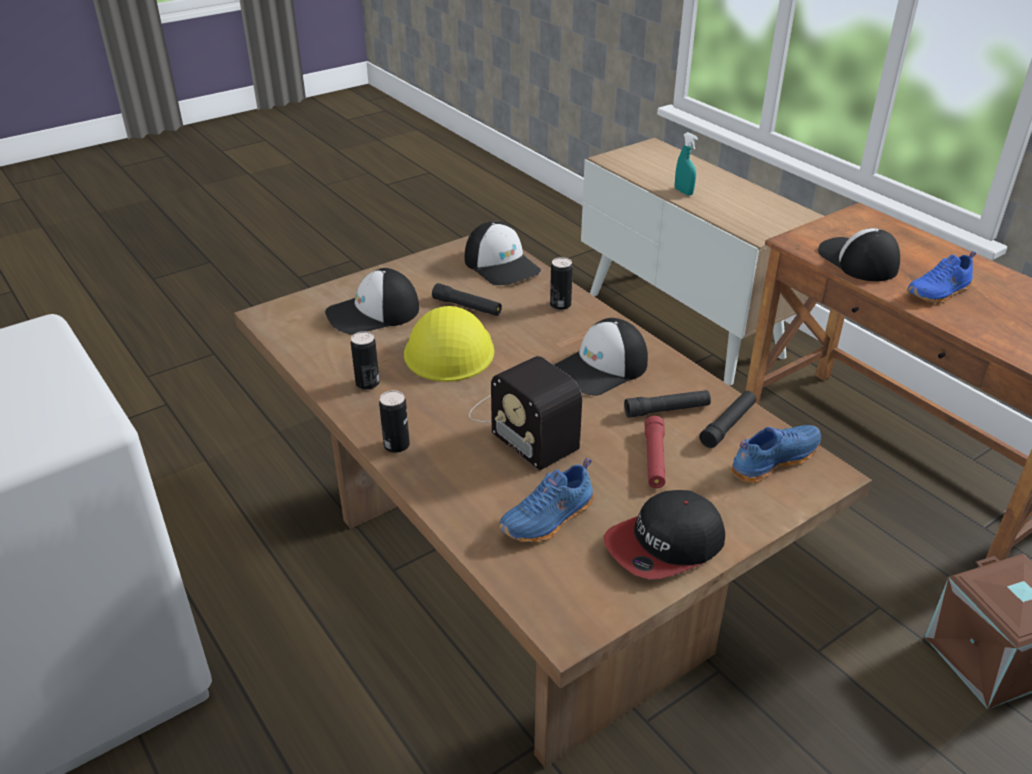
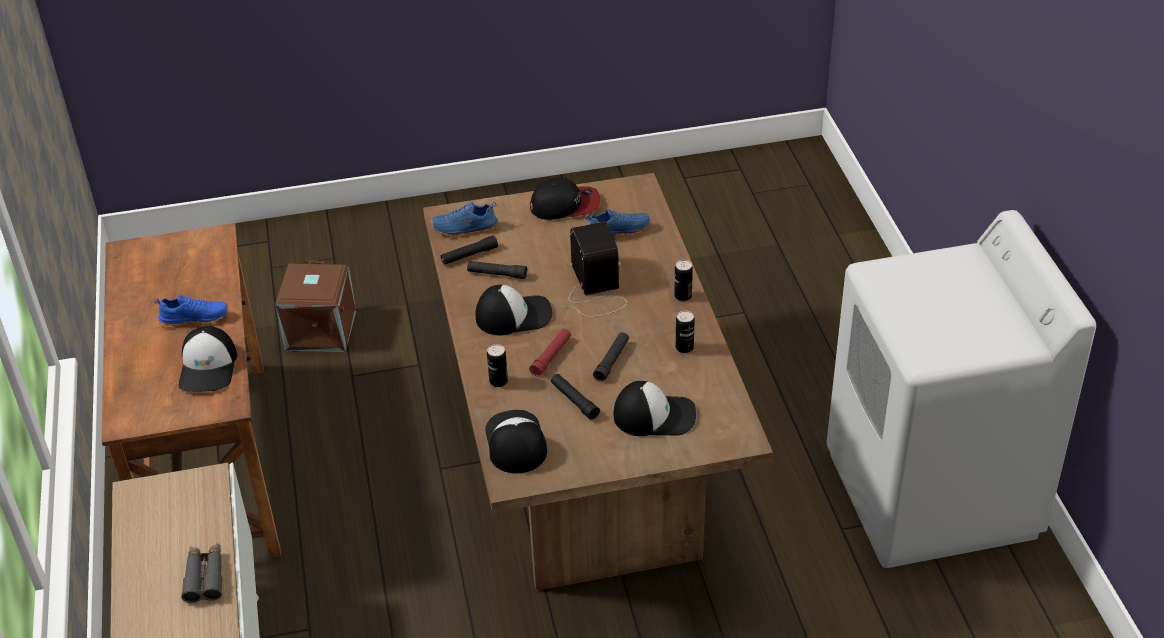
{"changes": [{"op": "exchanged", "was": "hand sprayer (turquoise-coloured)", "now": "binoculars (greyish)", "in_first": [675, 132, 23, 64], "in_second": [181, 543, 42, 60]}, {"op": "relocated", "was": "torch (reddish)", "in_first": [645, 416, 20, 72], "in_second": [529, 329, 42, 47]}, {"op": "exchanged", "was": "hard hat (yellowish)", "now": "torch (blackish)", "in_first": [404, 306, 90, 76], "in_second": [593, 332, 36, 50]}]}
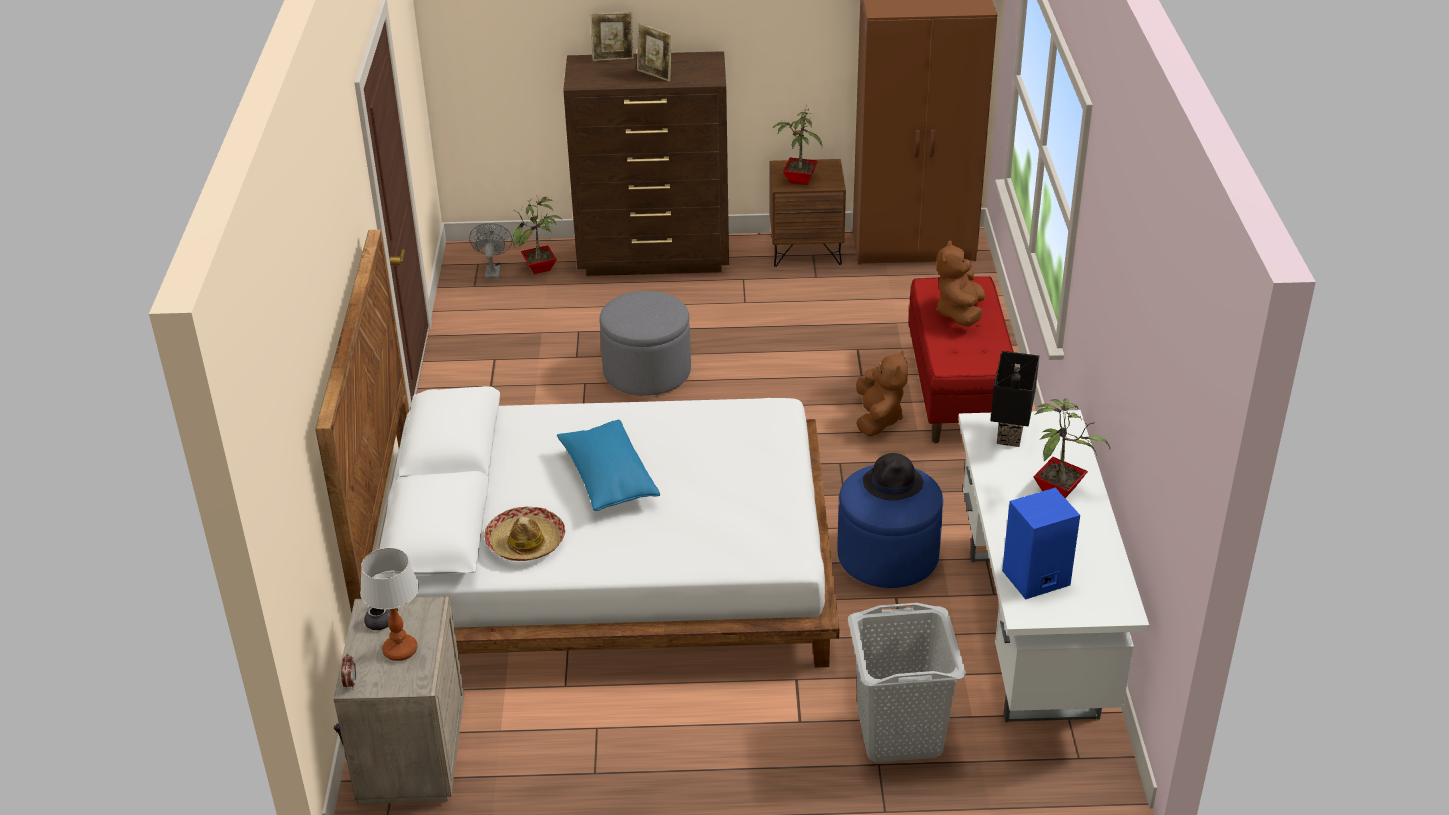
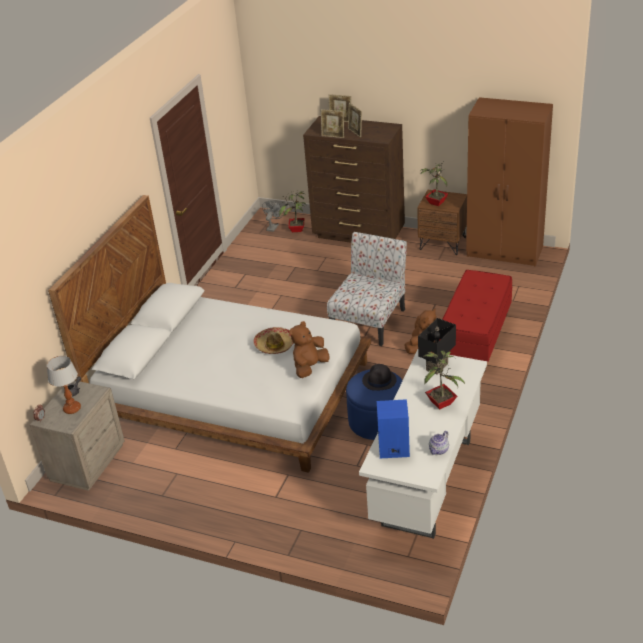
{"changes": [{"op": "relocated", "was": "hat", "in_first": [484, 507, 81, 54], "in_second": [253, 327, 41, 27]}, {"op": "relocated", "was": "soft toy (brown-coloured)", "in_first": [936, 240, 49, 87], "in_second": [289, 321, 40, 57]}, {"op": "appeared", "now": "photo frame", "in_second": [321, 109, 23, 29]}, {"op": "appeared", "now": "plain chair", "in_second": [327, 232, 80, 114]}, {"op": "appeared", "now": "teapot", "in_second": [429, 431, 20, 24]}, {"op": "missing", "was": "throw pillow (blue)", "in_first": [557, 420, 103, 91]}, {"op": "missing", "was": "pouffe (greyish)", "in_first": [599, 291, 92, 105]}, {"op": "missing", "was": "laundry basket (greyish)", "in_first": [848, 603, 118, 160]}]}
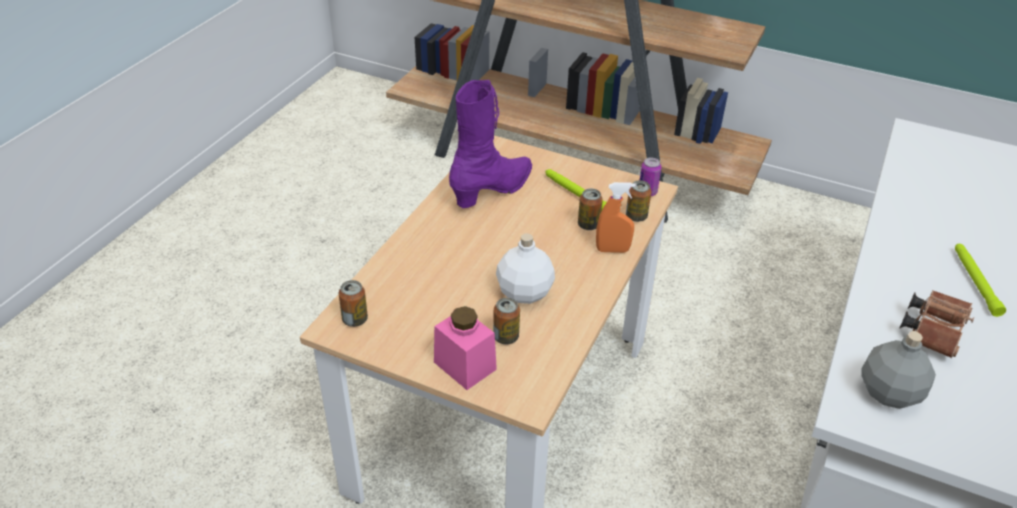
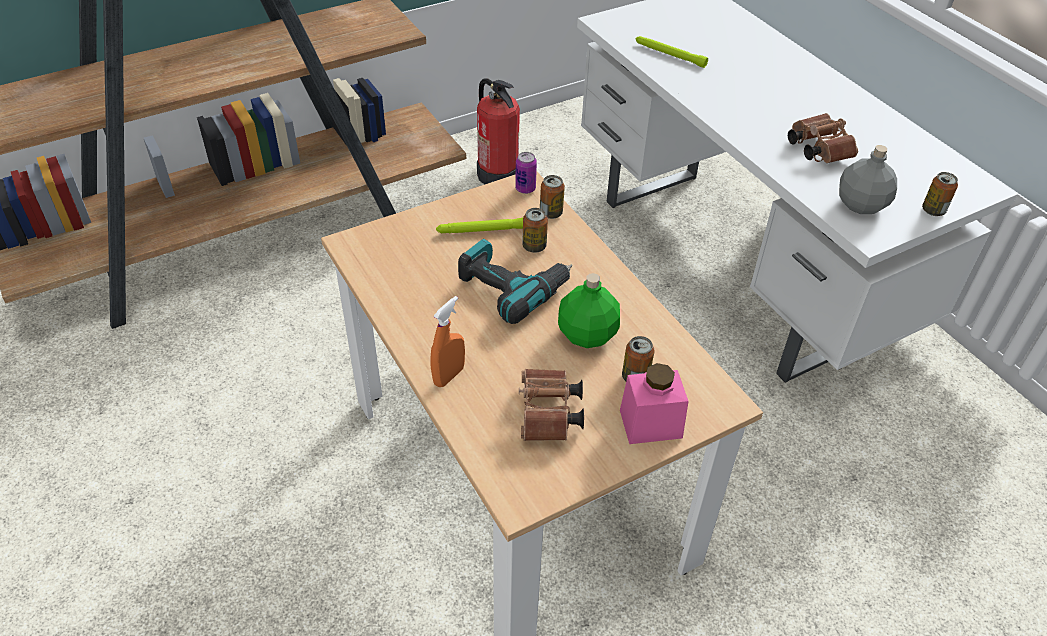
{"changes": [{"op": "relocated", "was": "hand sprayer (orange)", "in_first": [596, 182, 40, 71], "in_second": [430, 296, 35, 91]}, {"op": "appeared", "now": "electric drill", "in_second": [458, 239, 114, 85]}, {"op": "appeared", "now": "fire extinguisher", "in_second": [477, 79, 43, 105]}, {"op": "appeared", "now": "binoculars (brown-coloured)", "in_second": [519, 369, 65, 72]}, {"op": "colour", "was": "beverage bottle (white)", "now": "beverage bottle (green-coloured)", "in_first": [496, 233, 59, 71], "in_second": [558, 273, 62, 75]}, {"op": "relocated", "was": "torch (green-coloured)", "in_first": [955, 244, 51, 73], "in_second": [635, 36, 73, 32]}, {"op": "relocated", "was": "sealed can", "in_first": [339, 280, 29, 47], "in_second": [922, 172, 36, 44]}, {"op": "missing", "was": "boot (purple-coloured)", "in_first": [449, 80, 83, 128]}]}
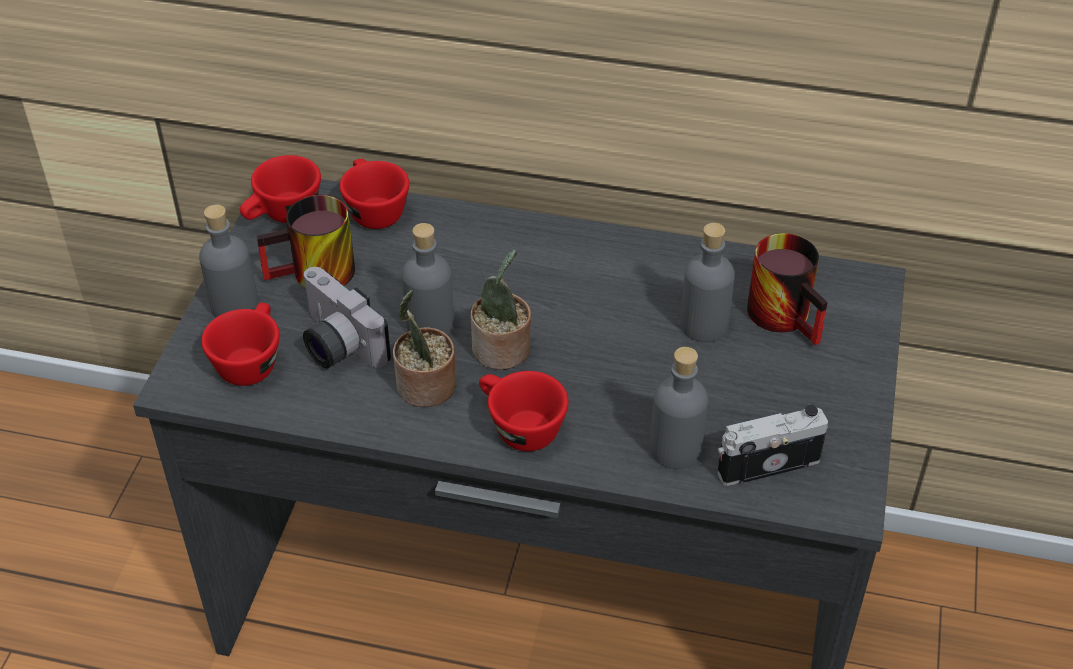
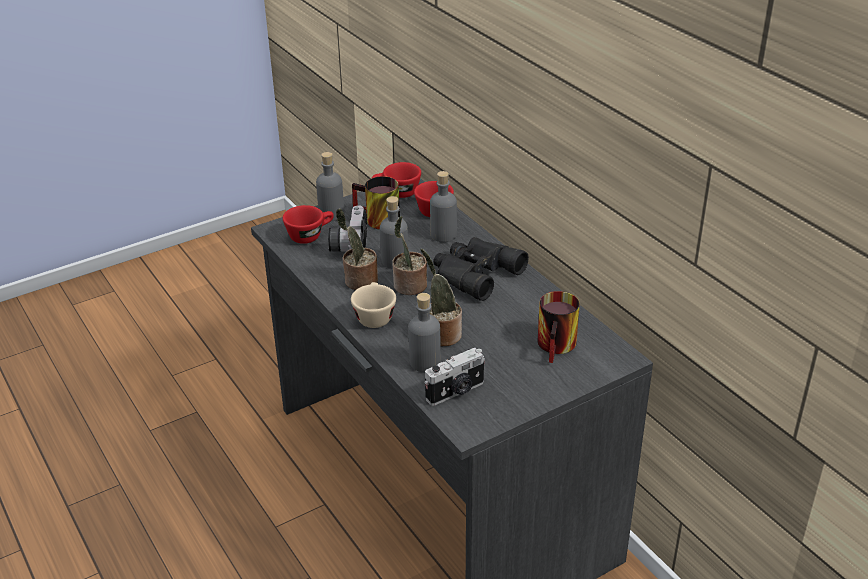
{"changes": [{"op": "colour", "was": "small cup (reddish)", "now": "small cup (beige)", "in_first": [479, 371, 89, 80], "in_second": [351, 282, 45, 46]}, {"op": "appeared", "now": "plant in a pot", "in_second": [421, 249, 41, 97]}, {"op": "spun", "was": "still camera", "in_first": [717, 404, 111, 82], "in_second": [424, 348, 61, 58], "clockwise": 120}, {"op": "relocated", "was": "beverage bottle (greyish)", "in_first": [681, 223, 54, 119], "in_second": [430, 171, 27, 71]}, {"op": "appeared", "now": "binoculars (blackish)", "in_second": [433, 237, 96, 64]}]}
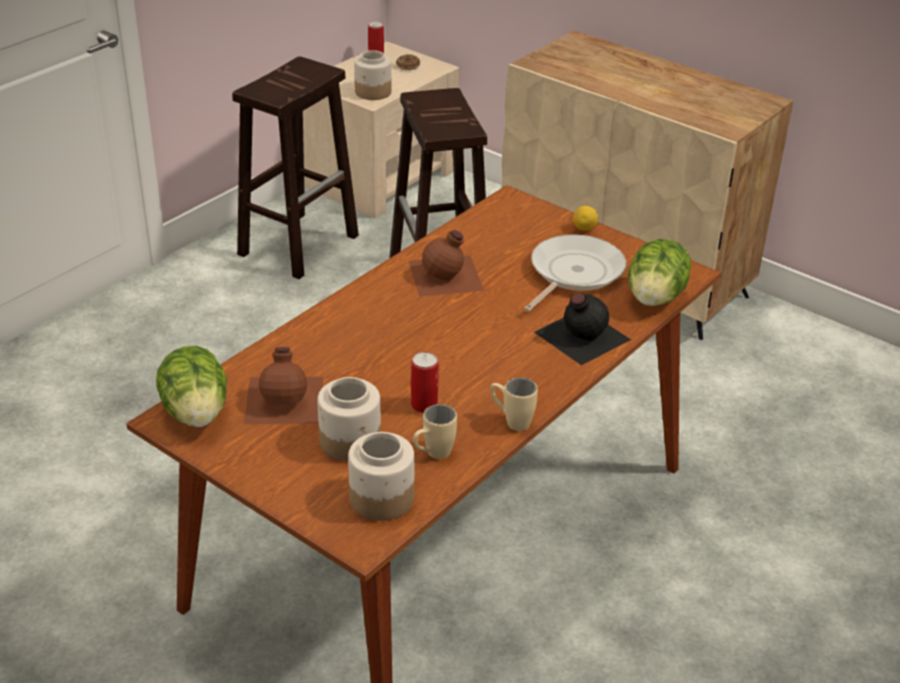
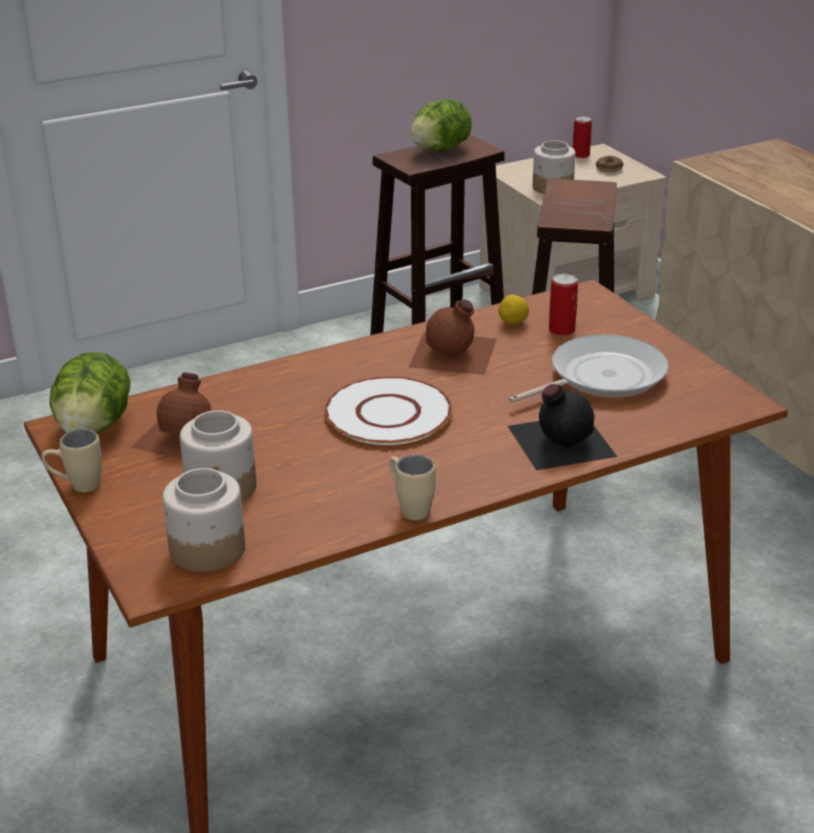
{"changes": [{"op": "relocated", "was": "mug (beige)", "in_first": [413, 404, 44, 55], "in_second": [41, 429, 61, 63]}, {"op": "appeared", "now": "plate (white)", "in_second": [324, 376, 128, 69]}, {"op": "relocated", "was": "lettuce", "in_first": [628, 239, 63, 67], "in_second": [410, 99, 62, 52]}, {"op": "relocated", "was": "citrus fruit", "in_first": [573, 206, 25, 25], "in_second": [499, 295, 30, 29]}, {"op": "relocated", "was": "sealed can", "in_first": [411, 352, 27, 61], "in_second": [549, 274, 29, 62]}]}
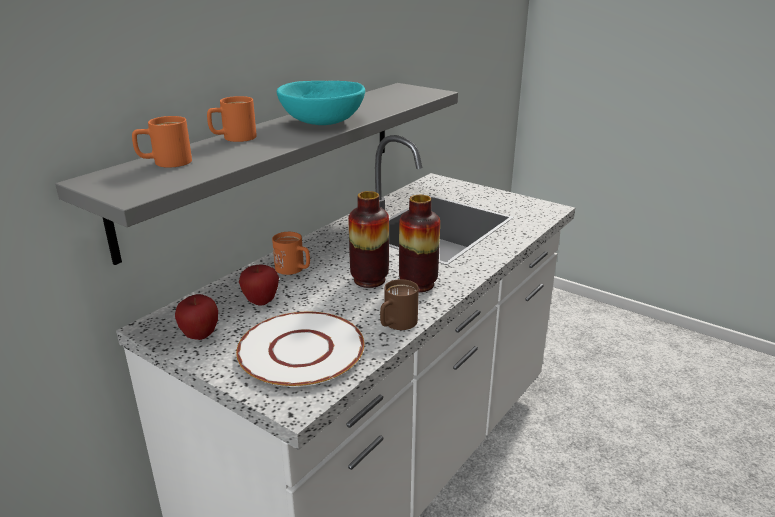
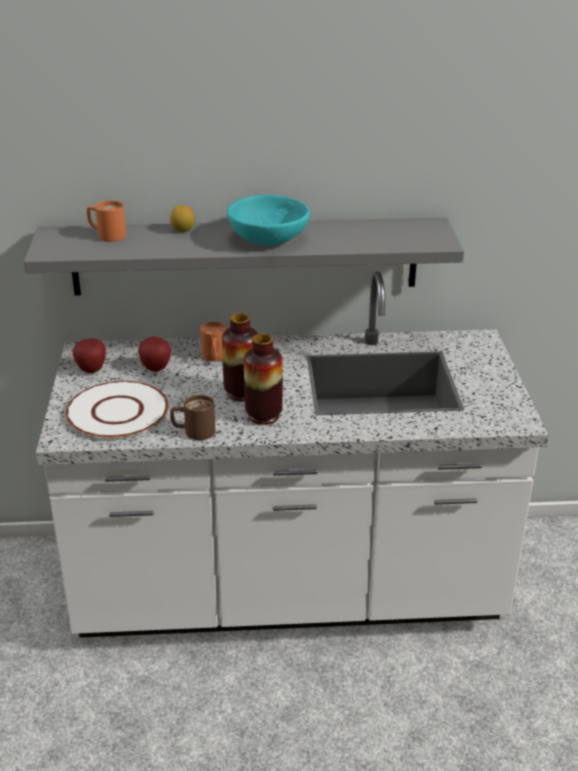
{"changes": [{"op": "exchanged", "was": "mug (orange)", "now": "citrus fruit", "in_first": [207, 96, 50, 46], "in_second": [170, 205, 25, 27]}]}
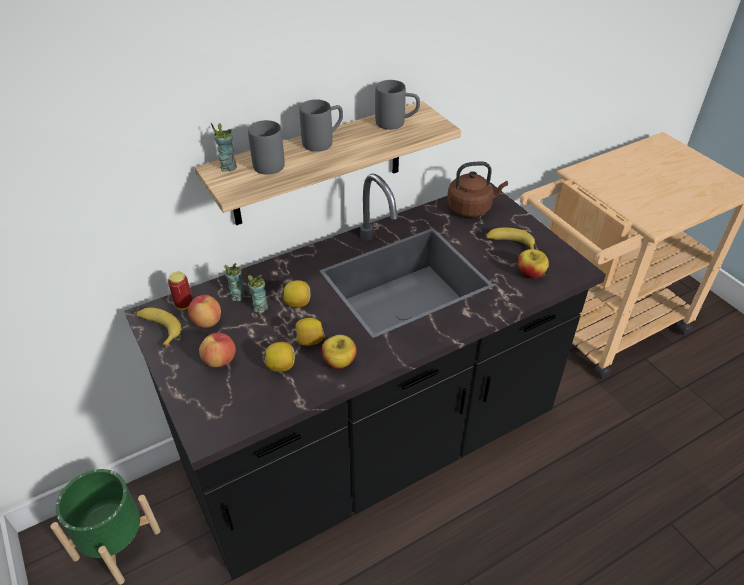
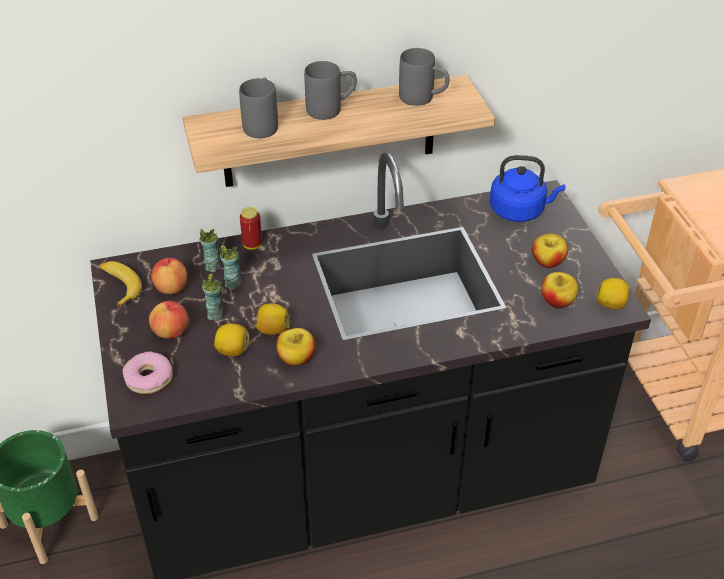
{"changes": [{"op": "appeared", "now": "ring doughnut", "in_second": [122, 351, 51, 43]}, {"op": "relocated", "was": "small cup", "in_first": [211, 123, 26, 49], "in_second": [200, 273, 25, 48]}, {"op": "relocated", "was": "sealed can", "in_first": [168, 271, 25, 39], "in_second": [240, 207, 22, 43]}, {"op": "colour", "was": "kettle (brown-coloured)", "now": "kettle (blue)", "in_first": [447, 161, 61, 56], "in_second": [490, 155, 75, 67]}, {"op": "exchanged", "was": "banana", "now": "apple", "in_first": [485, 227, 50, 22], "in_second": [532, 234, 36, 34]}, {"op": "relocated", "was": "citrus fruit", "in_first": [283, 280, 27, 27], "in_second": [596, 278, 33, 32]}]}
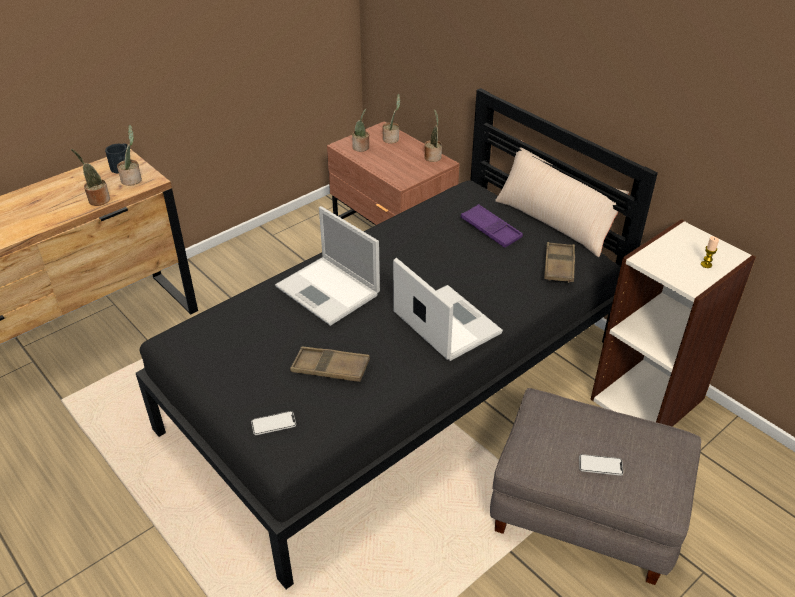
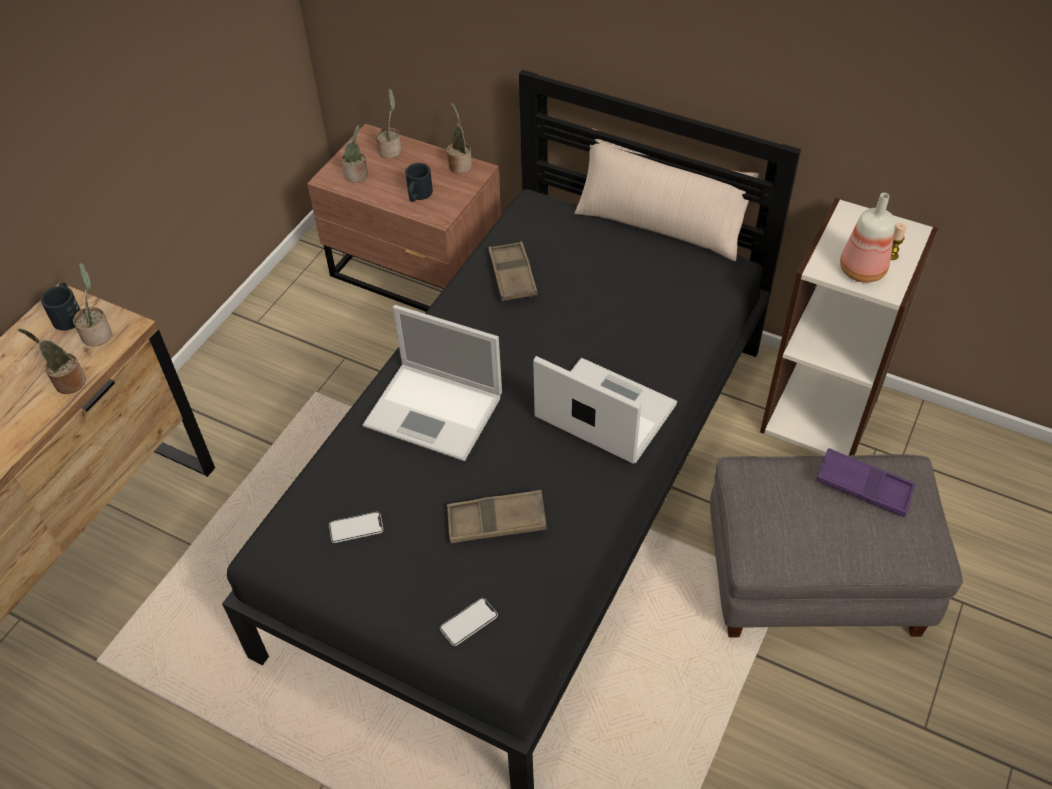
{"changes": [{"op": "relocated", "was": "phone", "in_first": [579, 454, 44, 22], "in_second": [329, 512, 55, 31]}, {"op": "appeared", "now": "mug (blackish)", "in_second": [405, 163, 28, 39]}, {"op": "relocated", "was": "tray (brown-coloured)", "in_first": [544, 242, 31, 41], "in_second": [488, 241, 49, 60]}, {"op": "relocated", "was": "tray (purple-coloured)", "in_first": [461, 204, 62, 44], "in_second": [816, 448, 100, 69]}, {"op": "appeared", "now": "beverage bottle", "in_second": [840, 193, 55, 90]}]}
